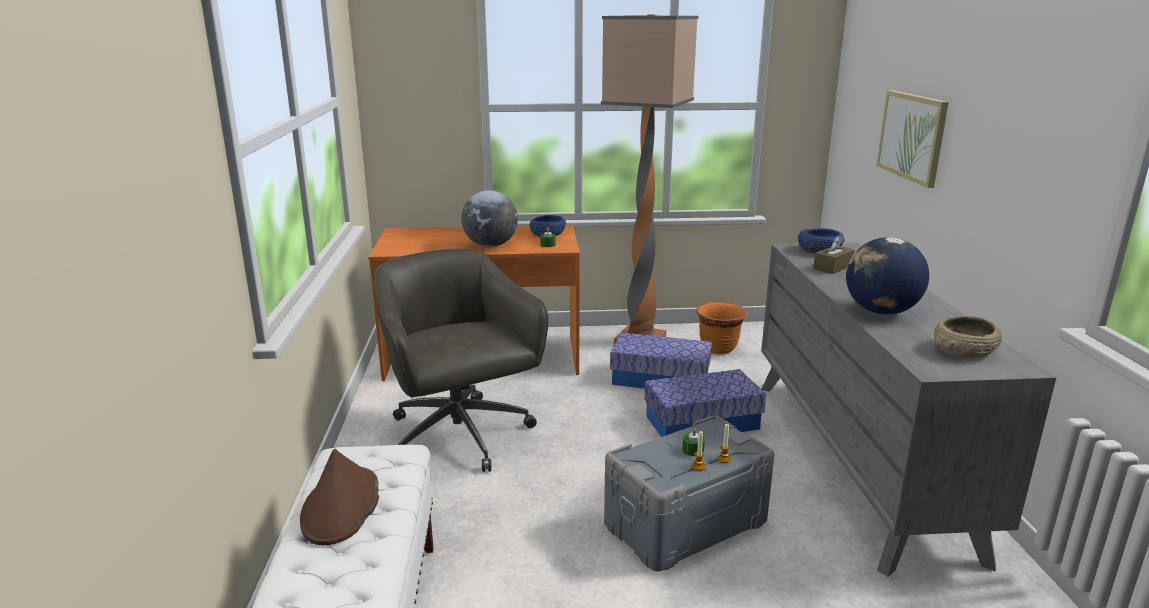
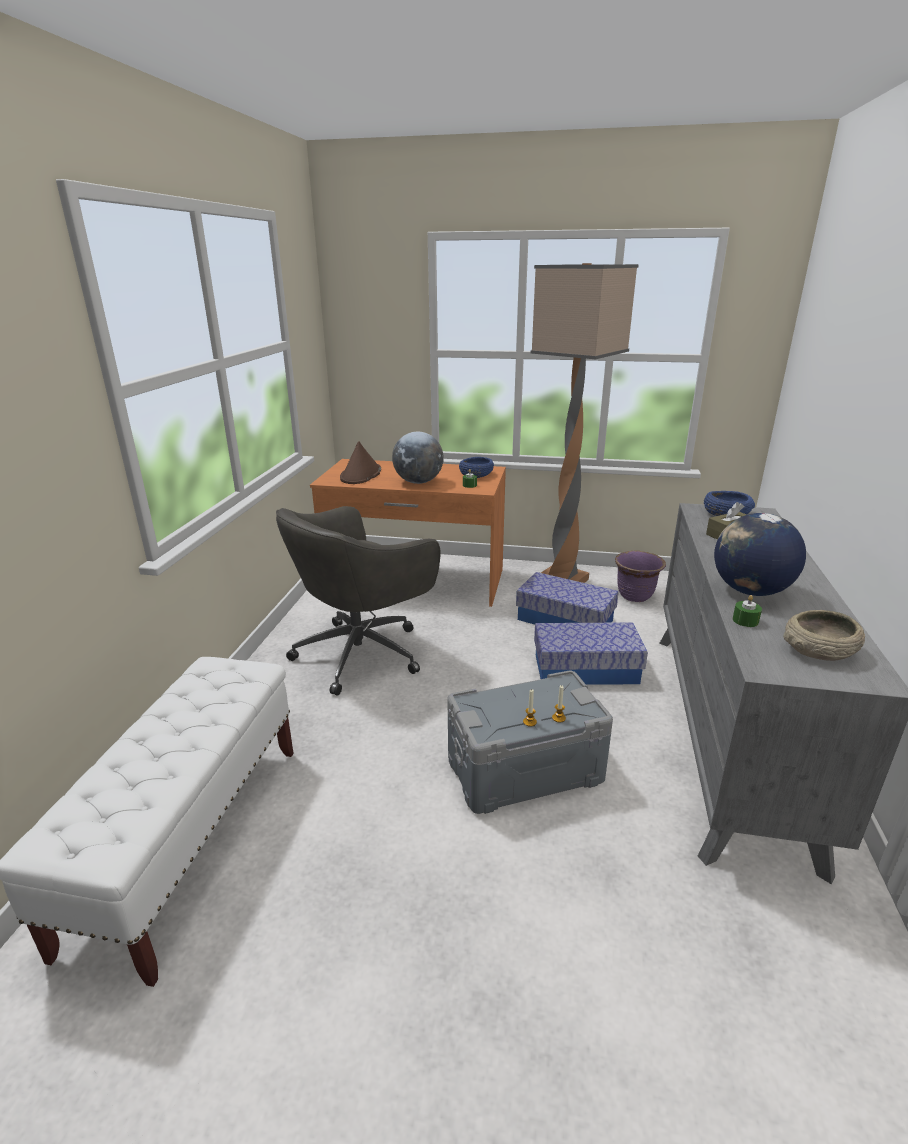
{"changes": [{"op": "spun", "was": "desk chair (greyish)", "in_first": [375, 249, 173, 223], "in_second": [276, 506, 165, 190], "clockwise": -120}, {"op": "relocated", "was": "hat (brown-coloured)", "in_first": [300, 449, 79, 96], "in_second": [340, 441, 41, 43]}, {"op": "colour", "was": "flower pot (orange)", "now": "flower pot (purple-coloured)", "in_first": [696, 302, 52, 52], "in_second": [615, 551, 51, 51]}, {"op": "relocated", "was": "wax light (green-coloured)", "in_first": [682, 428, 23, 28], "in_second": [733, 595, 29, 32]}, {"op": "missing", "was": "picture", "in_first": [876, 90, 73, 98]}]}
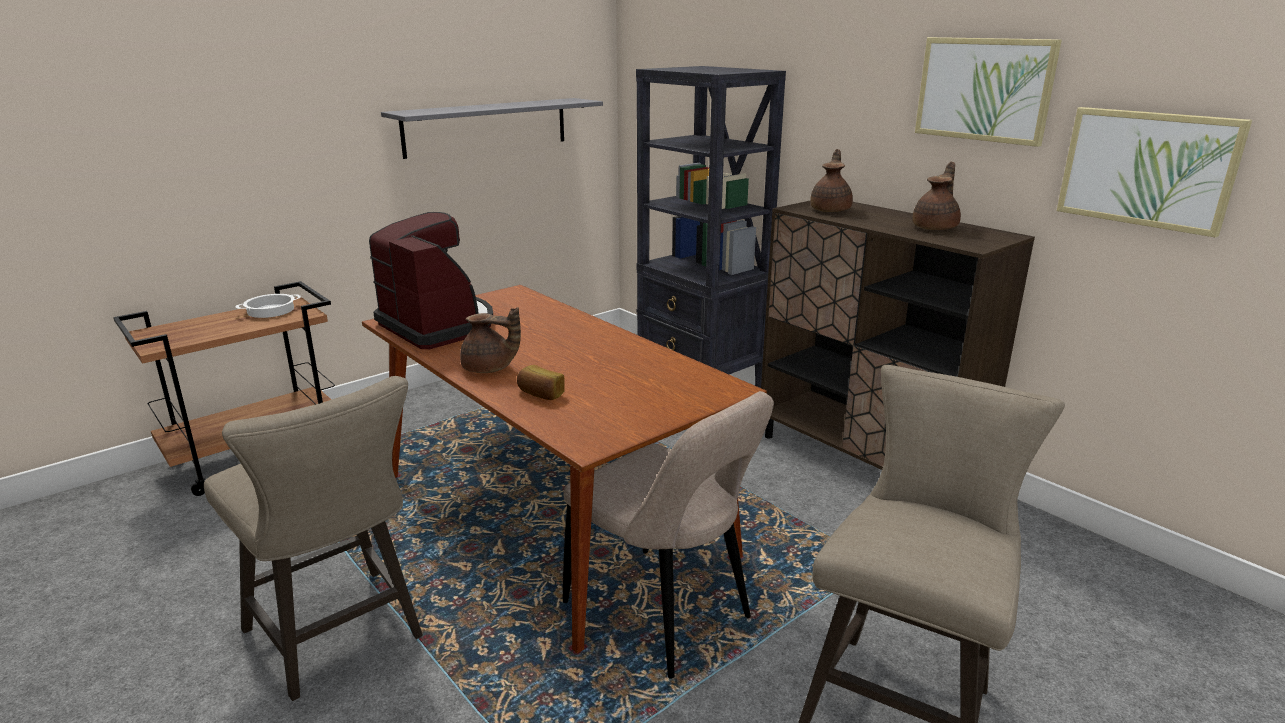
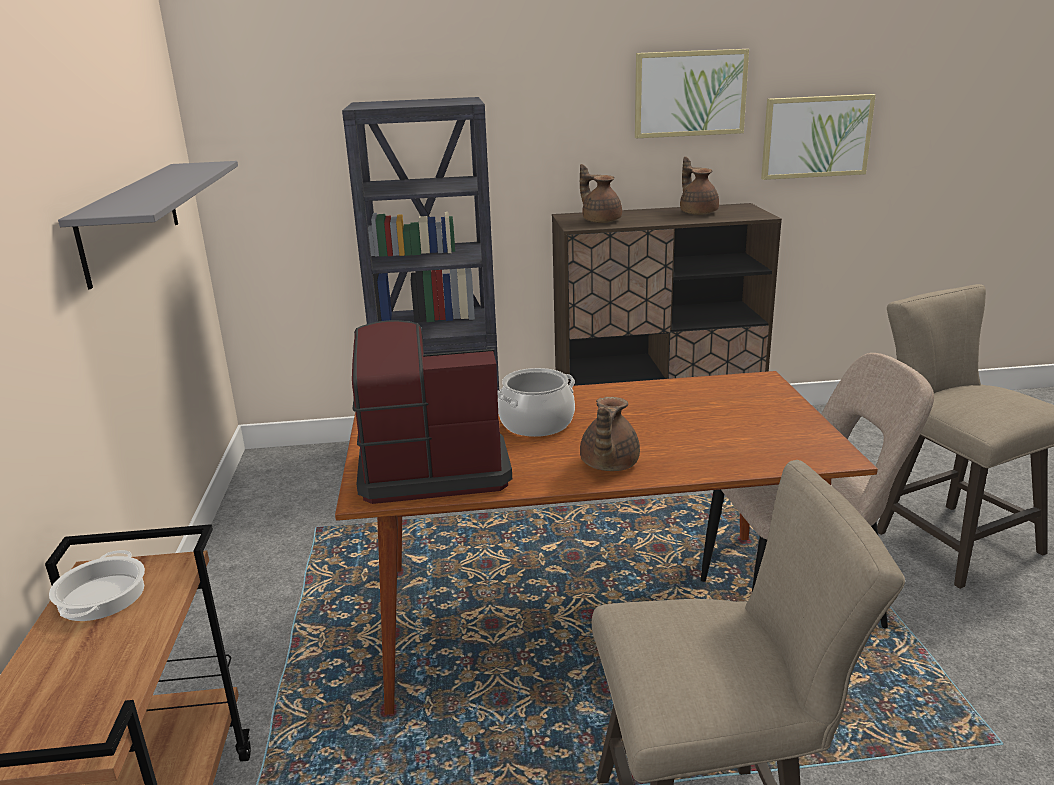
{"changes": [{"op": "appeared", "now": "saucepot", "in_second": [497, 368, 78, 69]}, {"op": "spun", "was": "teapot (brown-coloured)", "in_first": [460, 307, 61, 66], "in_second": [580, 397, 60, 74], "clockwise": 150}, {"op": "missing", "was": "bread", "in_first": [517, 365, 48, 35]}]}
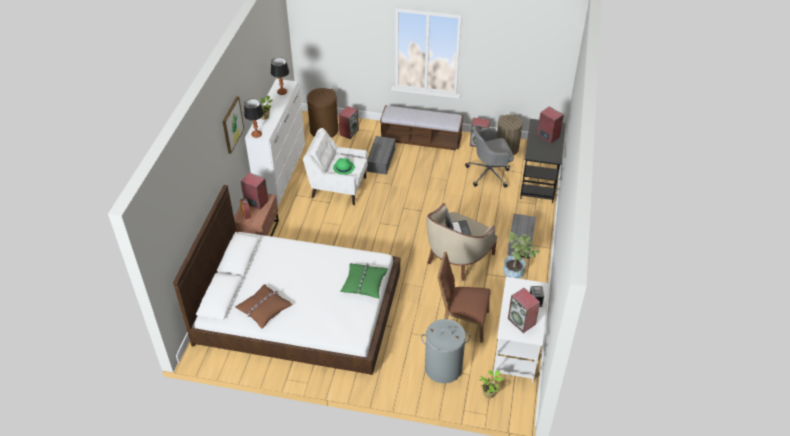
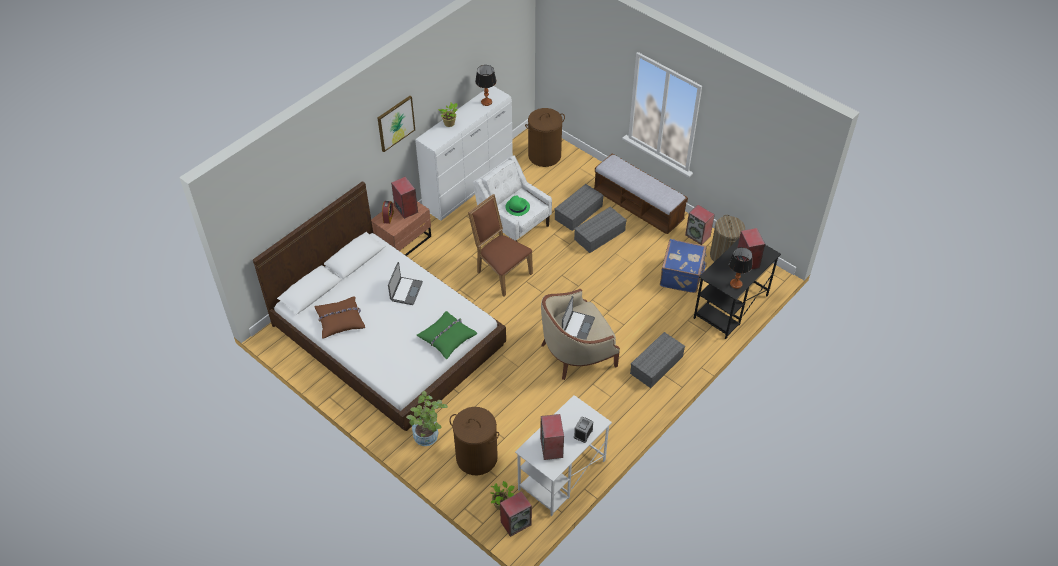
{"changes": [{"op": "appeared", "now": "laptop", "in_second": [388, 262, 35, 43]}, {"op": "relocated", "was": "plant in a pot", "in_first": [503, 232, 37, 47], "in_second": [406, 391, 42, 55]}, {"op": "colour", "was": "laundry basket (greyish)", "now": "laundry basket (brown-coloured)", "in_first": [421, 319, 49, 64], "in_second": [450, 407, 49, 68]}, {"op": "relocated", "was": "plain chair (brown-coloured)", "in_first": [437, 251, 54, 92], "in_second": [468, 194, 65, 102]}, {"op": "relocated", "was": "speaker", "in_first": [339, 106, 20, 33], "in_second": [500, 491, 32, 46]}, {"op": "appeared", "now": "storage box (greyish)", "in_second": [574, 206, 53, 47]}, {"op": "exchanged", "was": "desk chair (greyish)", "now": "piece of luggage (blue)", "in_first": [465, 125, 49, 63], "in_second": [660, 239, 47, 54]}, {"op": "relocated", "was": "table lamp", "in_first": [244, 99, 20, 39], "in_second": [729, 247, 23, 42]}]}
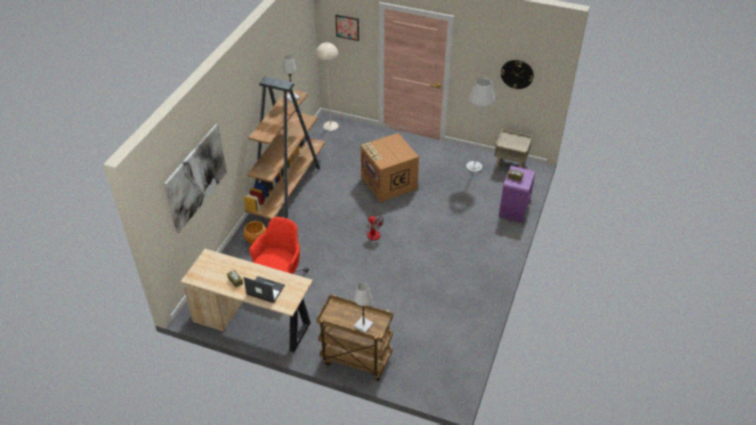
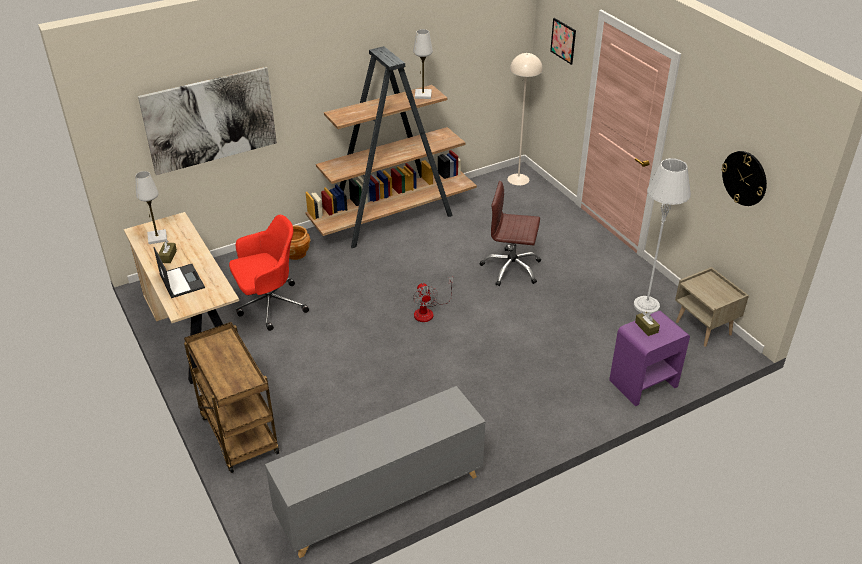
{"changes": [{"op": "relocated", "was": "table lamp (white)", "in_first": [354, 283, 20, 50], "in_second": [136, 171, 31, 73]}, {"op": "appeared", "now": "cabinet (greyish)", "in_second": [265, 386, 221, 172]}, {"op": "exchanged", "was": "cardboard box", "now": "desk chair (brown-coloured)", "in_first": [361, 133, 58, 69], "in_second": [480, 181, 61, 105]}]}
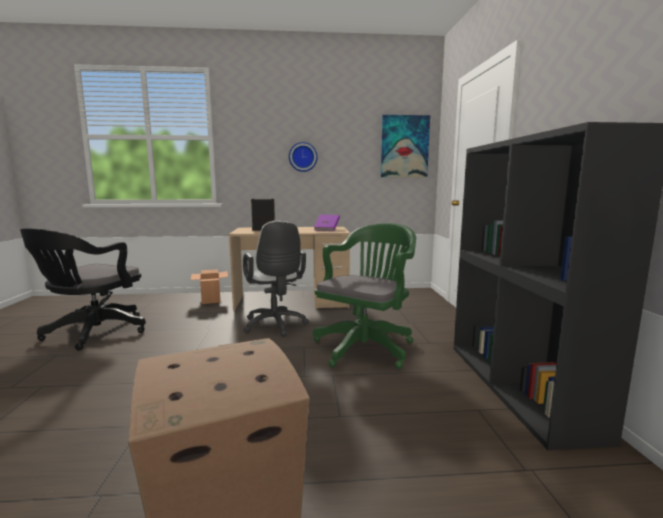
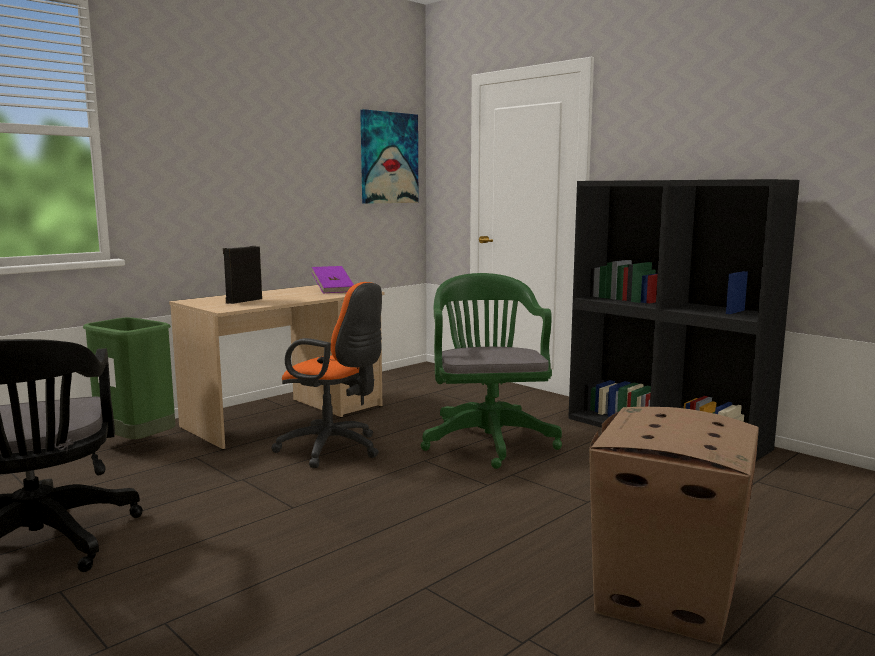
{"changes": [{"op": "exchanged", "was": "cardboard box", "now": "waste bin (green-coloured)", "in_first": [191, 269, 37, 35], "in_second": [83, 317, 93, 122]}, {"op": "colour", "was": "desk chair (white)", "now": "desk chair (orange)", "in_first": [243, 221, 66, 116], "in_second": [271, 282, 111, 186]}, {"op": "missing", "was": "clock on the wall", "in_first": [289, 142, 29, 30]}]}
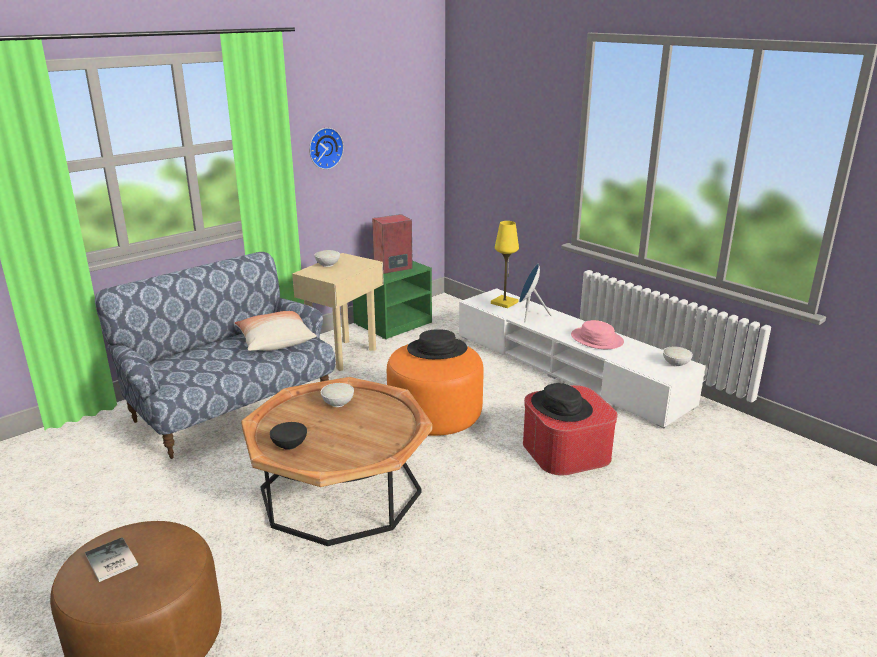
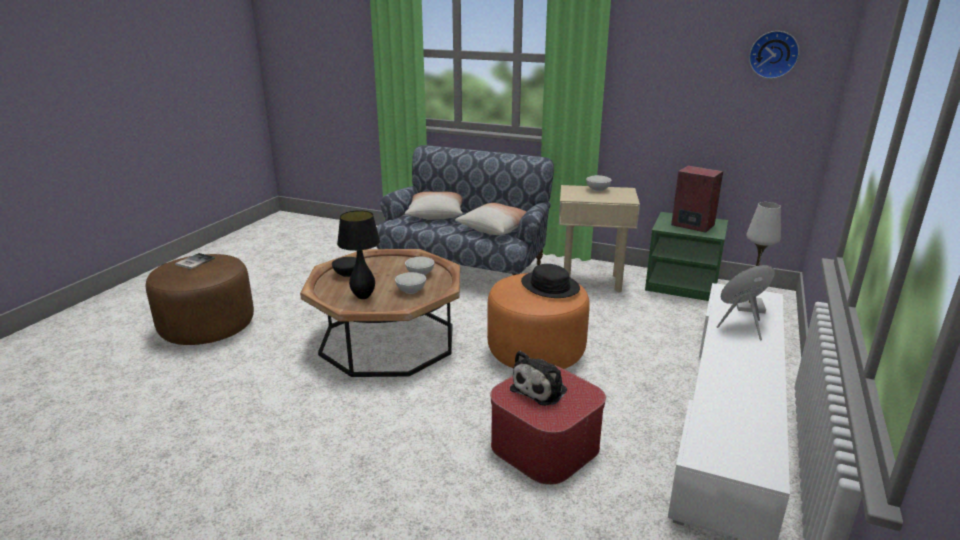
{"changes": [{"op": "appeared", "now": "table lamp (blackish)", "in_second": [337, 210, 43, 89]}, {"op": "relocated", "was": "bowl (white)", "in_first": [663, 347, 30, 20], "in_second": [395, 272, 31, 22]}, {"op": "appeared", "now": "throw pillow", "in_second": [404, 191, 59, 29]}, {"op": "exchanged", "was": "hat (blackish)", "now": "soft toy", "in_first": [531, 383, 62, 39], "in_second": [510, 351, 57, 55]}, {"op": "colour", "was": "table lamp (yellowish)", "now": "table lamp (white)", "in_first": [491, 221, 28, 87], "in_second": [736, 202, 45, 111]}, {"op": "relocated", "was": "clock on the wall", "in_first": [309, 128, 35, 41], "in_second": [749, 31, 50, 48]}, {"op": "missing", "was": "hat (pinkish)", "in_first": [571, 320, 53, 29]}]}
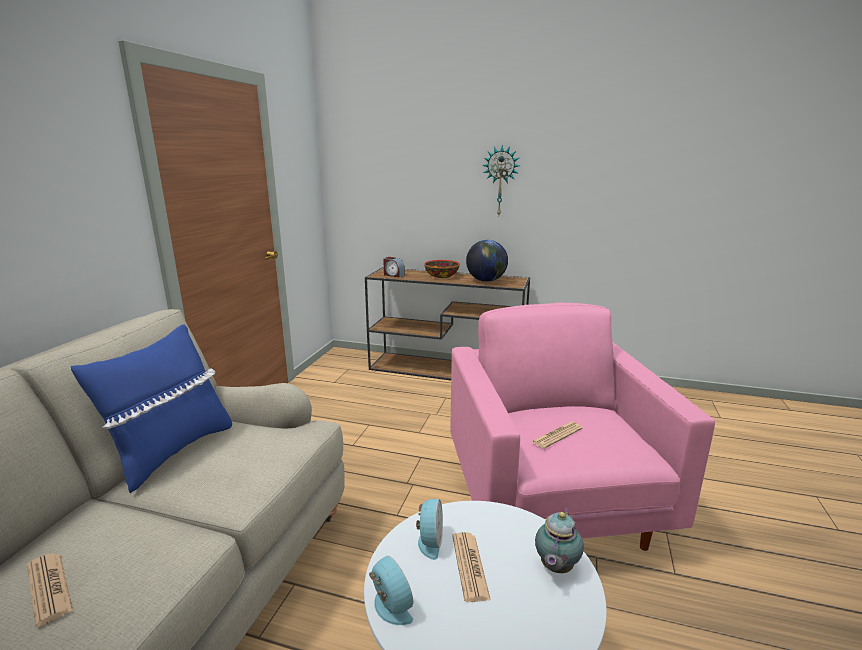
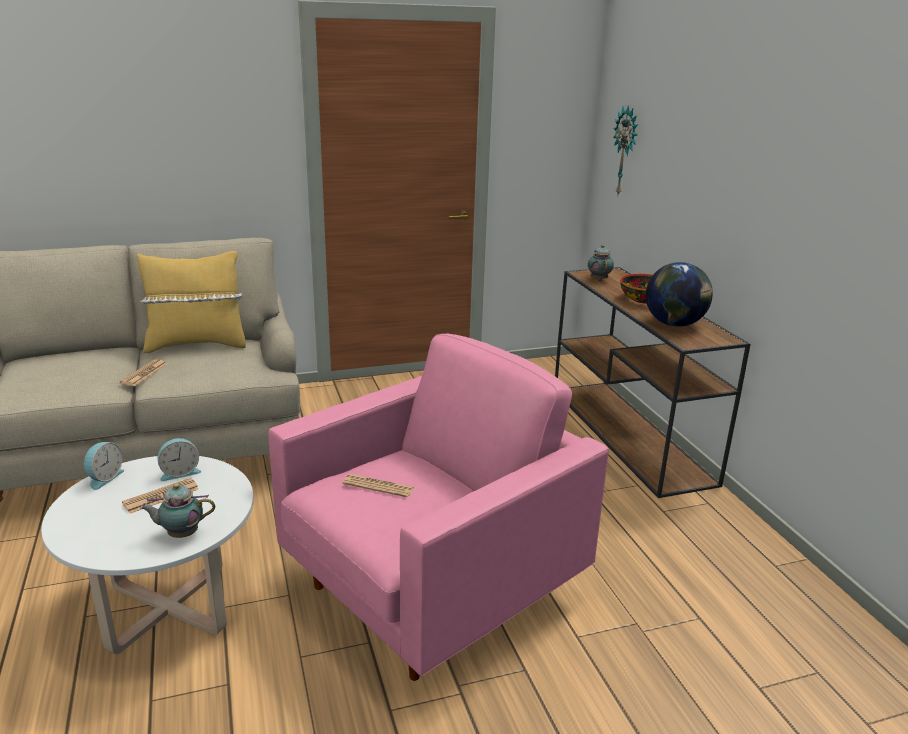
{"changes": [{"op": "relocated", "was": "daily paper", "in_first": [27, 553, 46, 74], "in_second": [120, 359, 47, 27]}, {"op": "colour", "was": "throw pillow (blue)", "now": "throw pillow (yellowish)", "in_first": [71, 324, 161, 169], "in_second": [137, 251, 109, 102]}, {"op": "exchanged", "was": "alarm clock", "now": "teapot", "in_first": [383, 257, 22, 20], "in_second": [588, 245, 26, 36]}, {"op": "relocated", "was": "clock on the wall", "in_first": [482, 145, 38, 70], "in_second": [613, 105, 25, 89]}]}
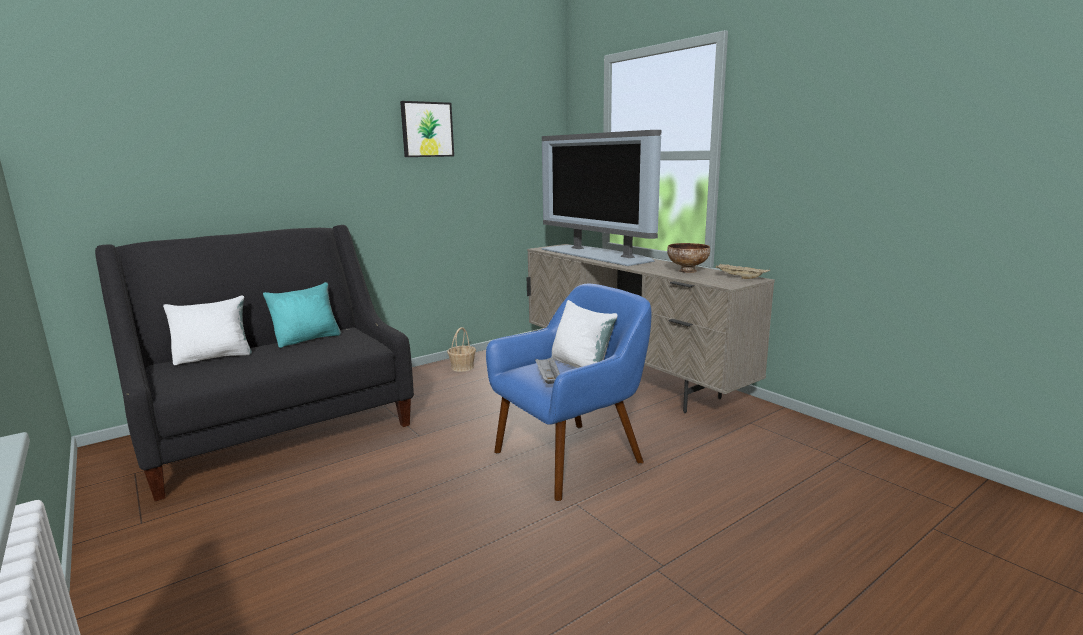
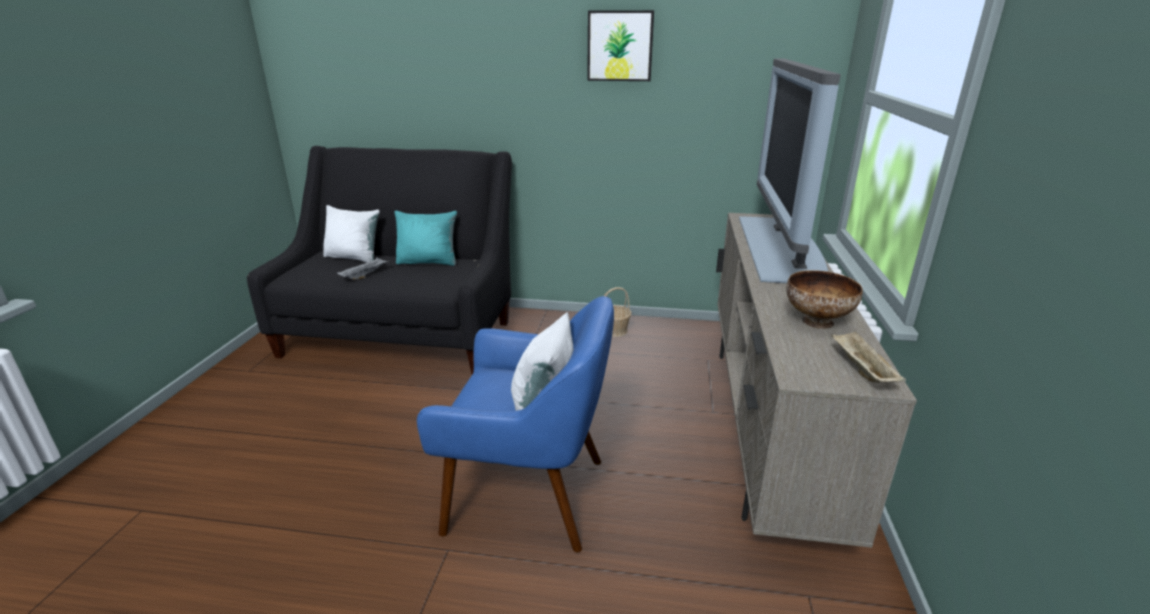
{"changes": [{"op": "relocated", "was": "tray (greyish)", "in_first": [535, 357, 25, 27], "in_second": [337, 257, 52, 22]}]}
